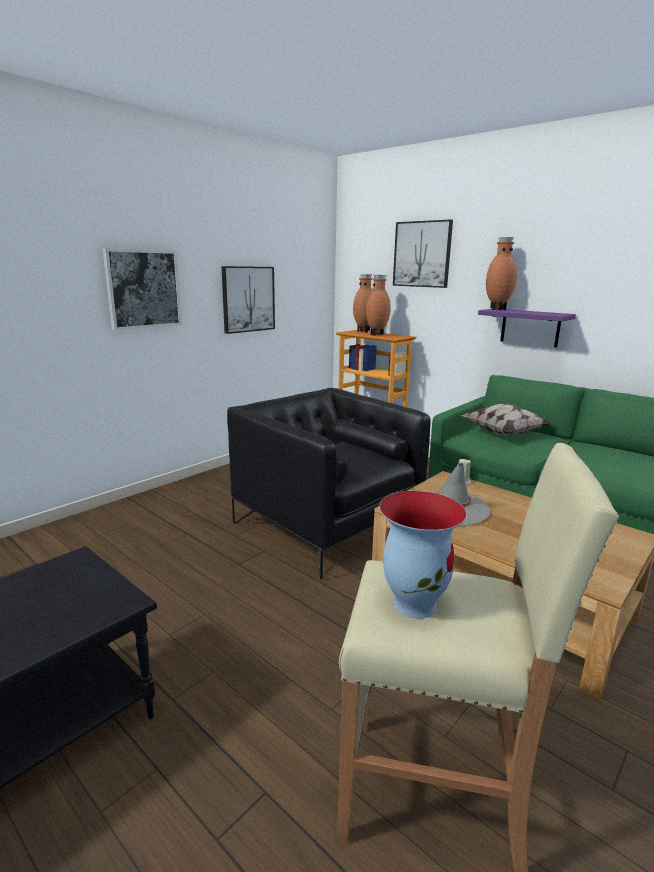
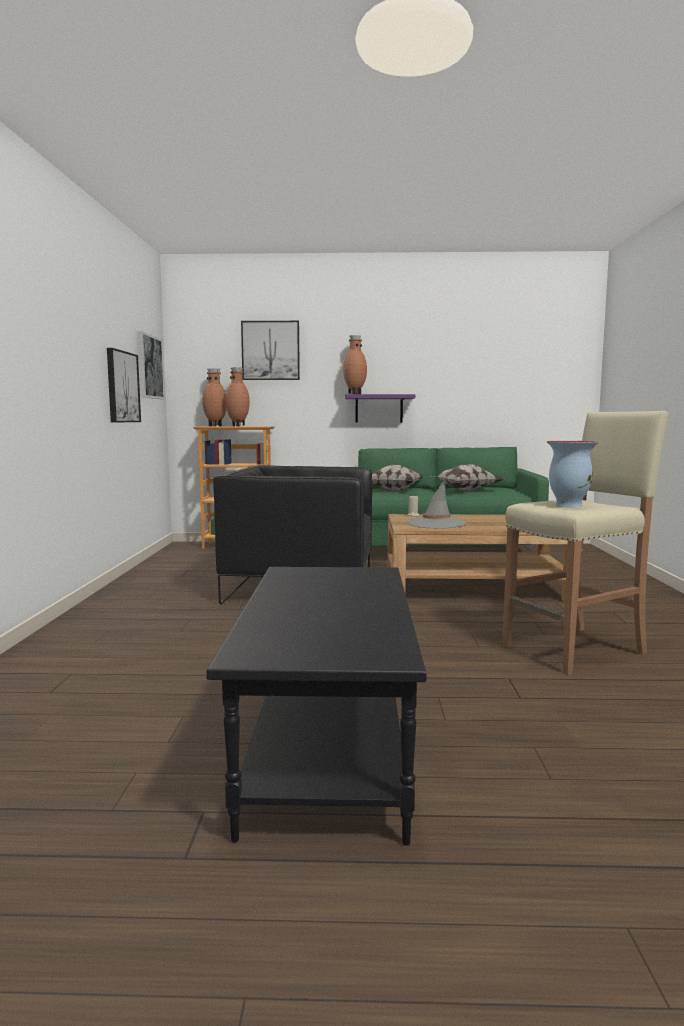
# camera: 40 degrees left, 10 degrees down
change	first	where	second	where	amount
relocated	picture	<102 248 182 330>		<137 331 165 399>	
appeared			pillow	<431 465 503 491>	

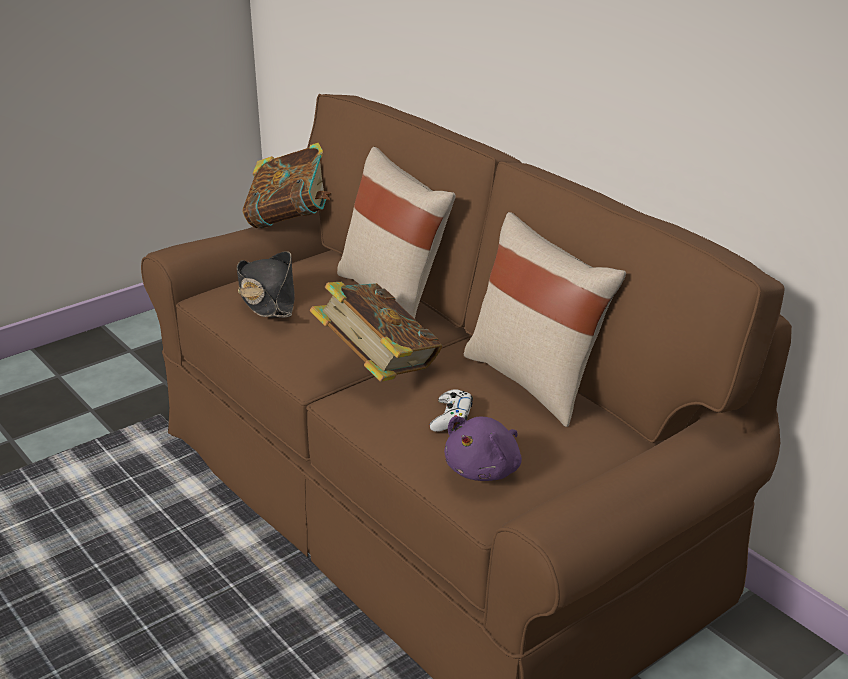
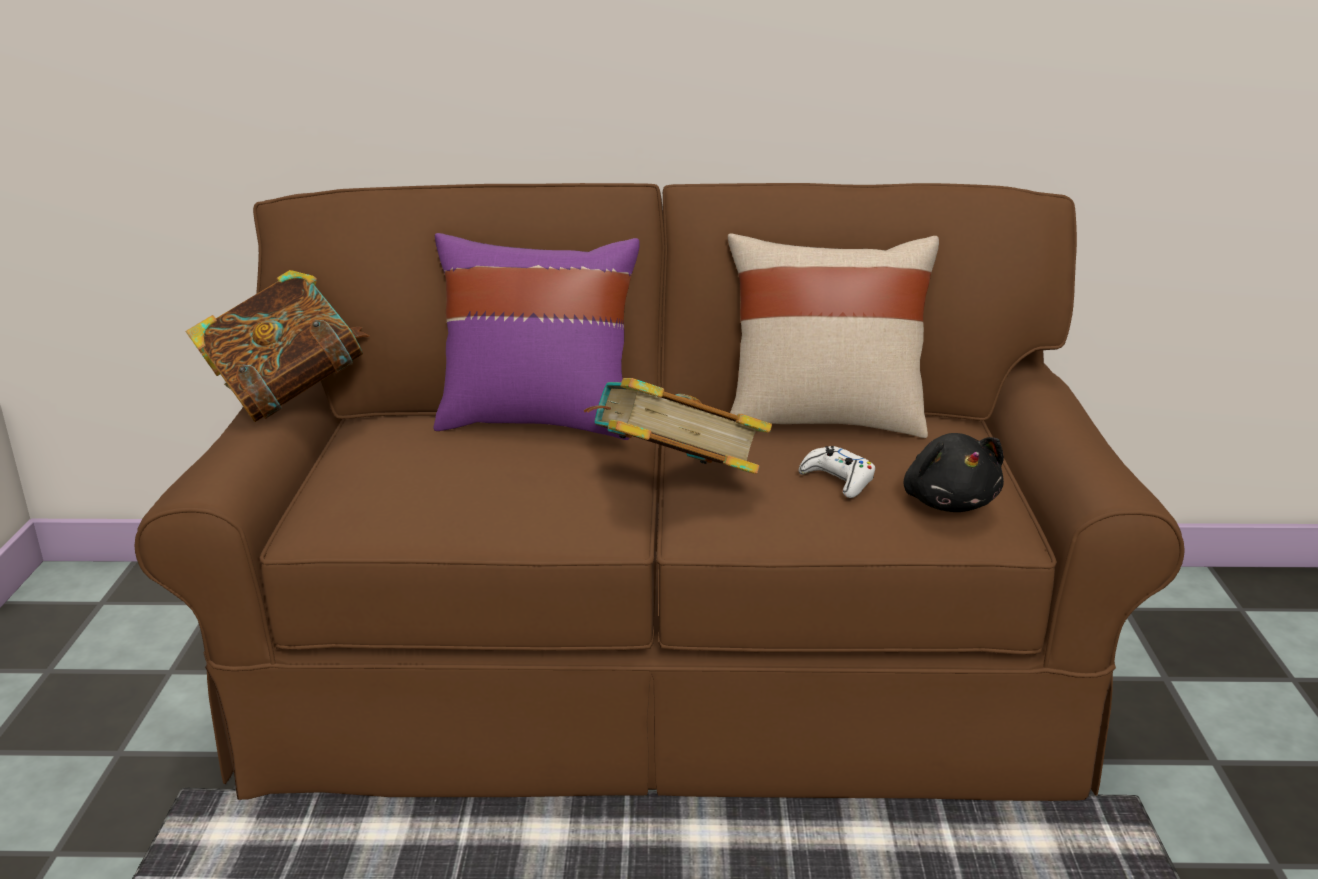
# camera: 50 degrees left, 5 degrees down
change	first	where	second	where	amount
missing	black hat	<237 251 295 318>			
colour	beige pillow	<337 147 456 319>	purple pillow	<433 233 640 440>	
colour	purple plush toy	<444 416 522 481>	black plush toy	<904 433 1004 512>	

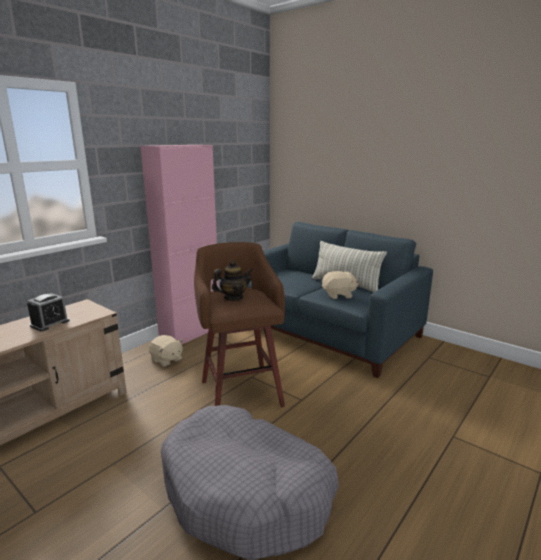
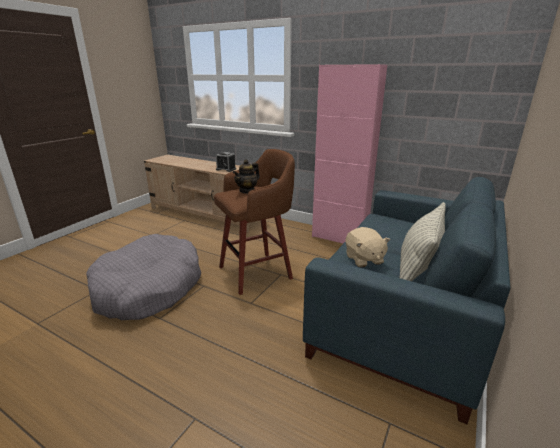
# camera: 80 degrees right, 5 degrees up
change	first	where	second	where	amount
missing	beige plush toy	<149 335 183 367>			
spun	teapot	<212 260 253 301>		<233 159 260 194>	75 degrees clockwise

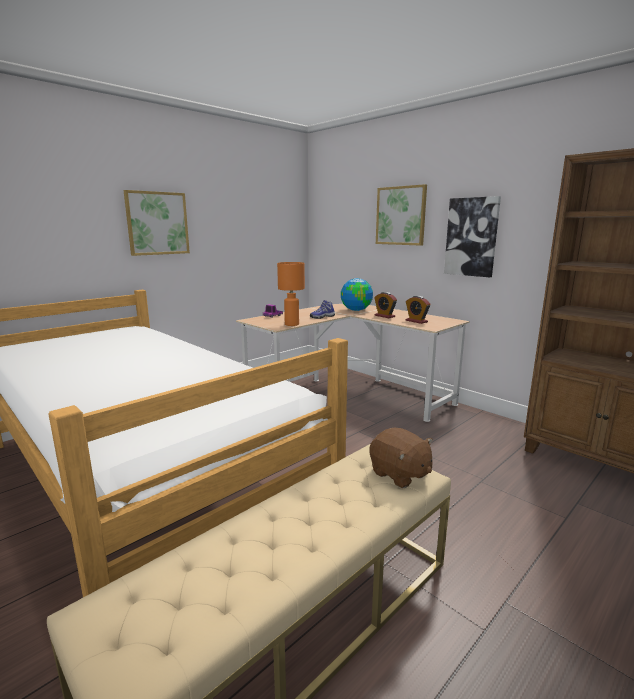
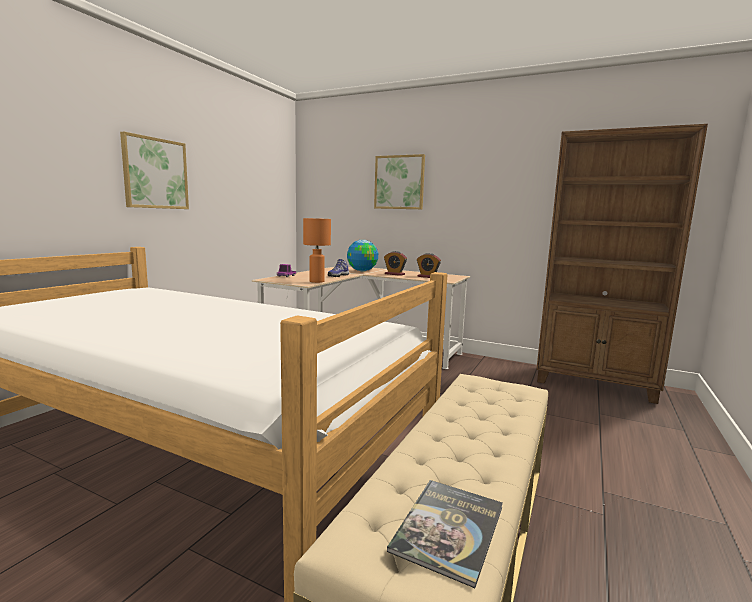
# camera: 20 degrees left, 5 degrees down
change	first	where	second	where	amount
missing	brown plush toy	<369 428 433 488>			
missing	picture	<444 196 501 277>			
appeared			book	<387 480 503 588>	

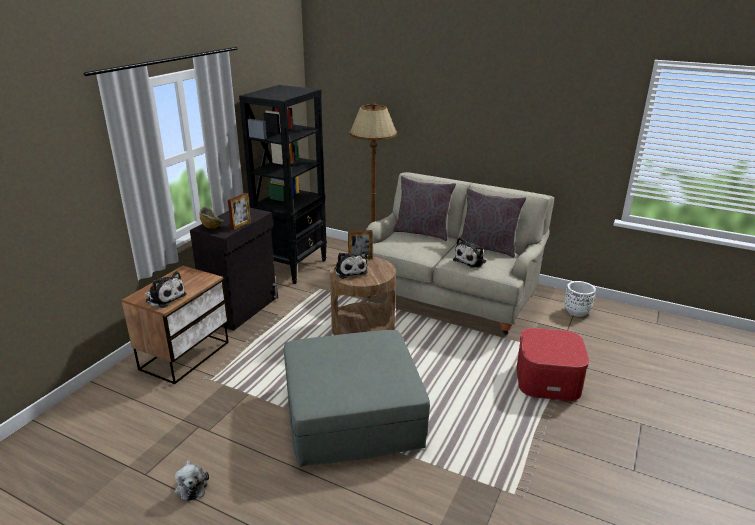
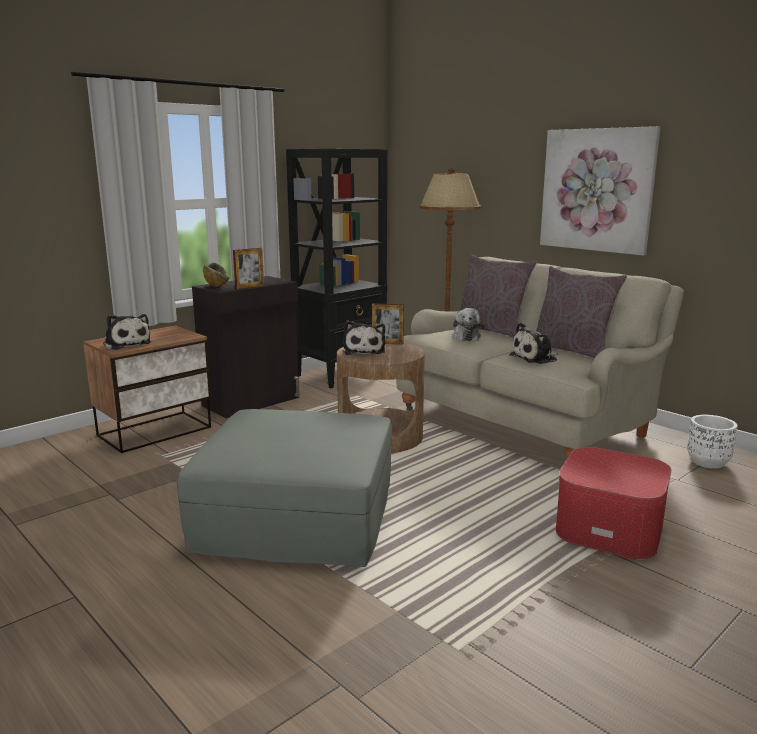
# camera: 20 degrees right, 10 degrees down
change	first	where	second	where	amount
relocated	plush toy	<175 460 209 501>		<452 308 484 341>	
appeared			picture	<540 126 661 256>	

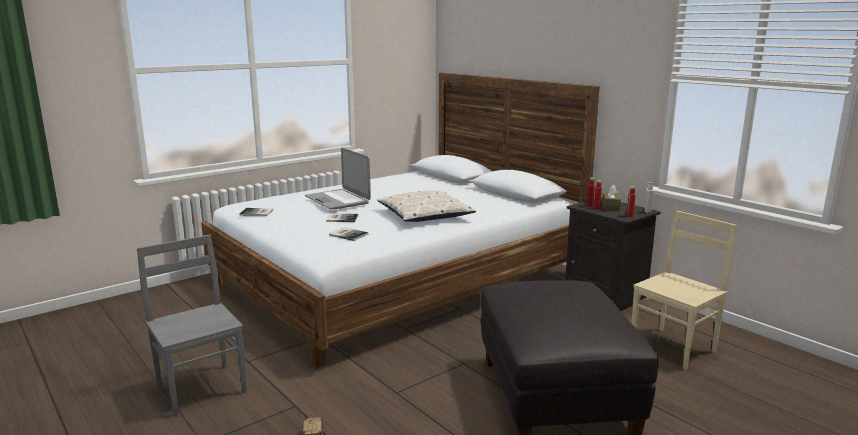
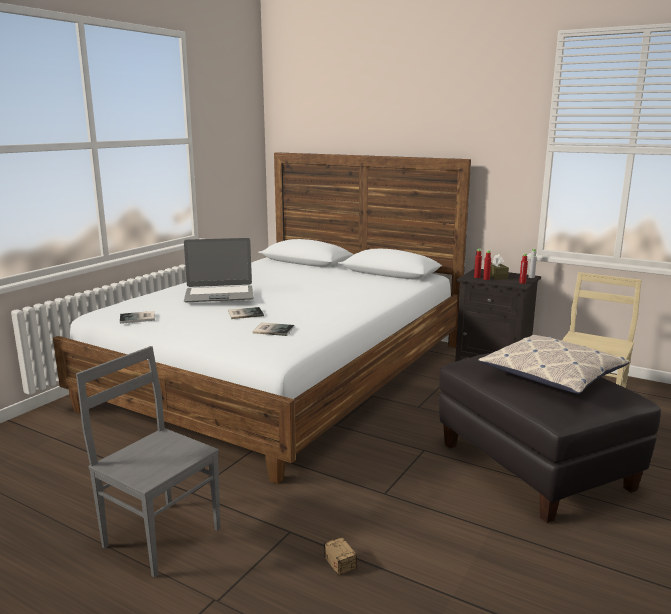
# camera: 20 degrees left, 0 degrees up
change	first	where	second	where	amount
spun	laptop	<305 148 371 209>		<184 238 254 302>	45 degrees counterclockwise
relocated	pillow	<377 191 476 222>		<478 335 630 394>	

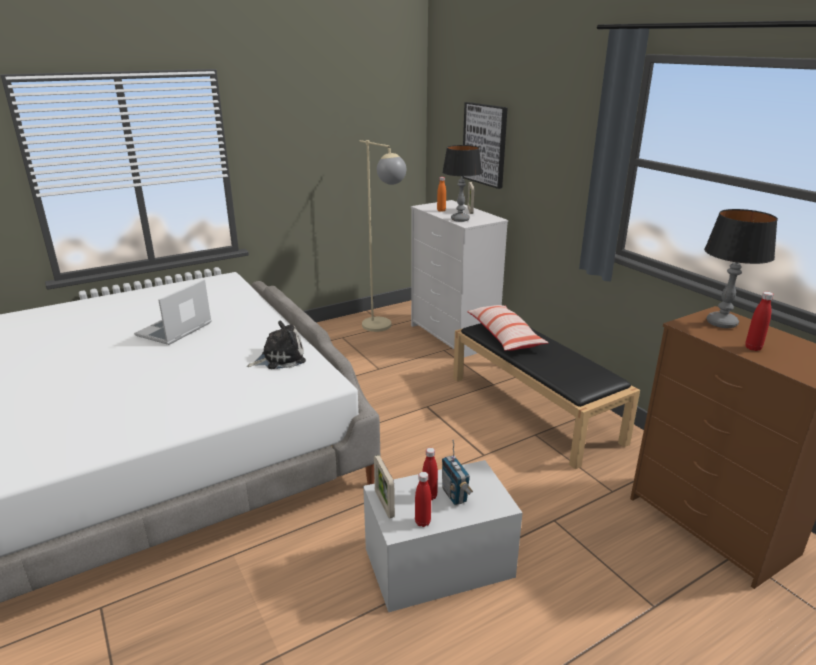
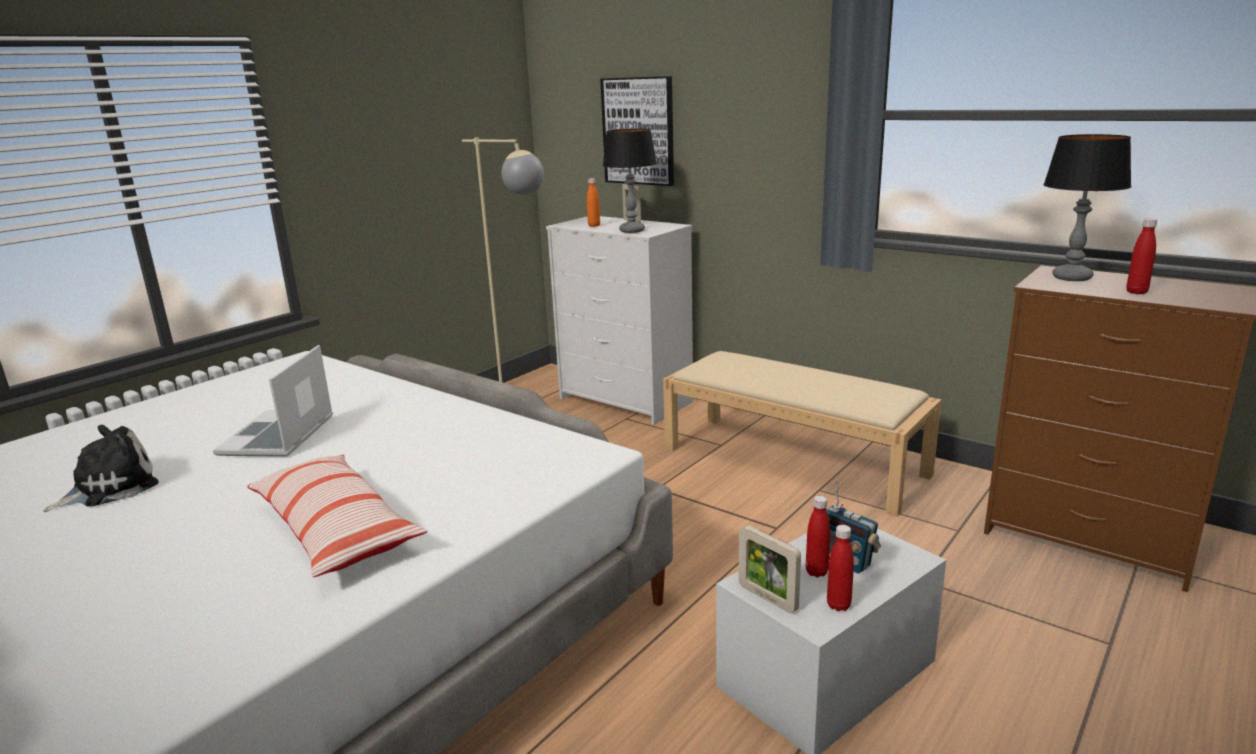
# camera: 20 degrees left, 5 degrees down
change	first	where	second	where	amount
relocated	plush toy	<247 321 306 369>		<43 425 159 512>	
colour	black bench	<453 323 640 469>	beige bench	<663 351 941 517>	
relocated	pillow	<467 305 548 351>		<247 455 428 577>	

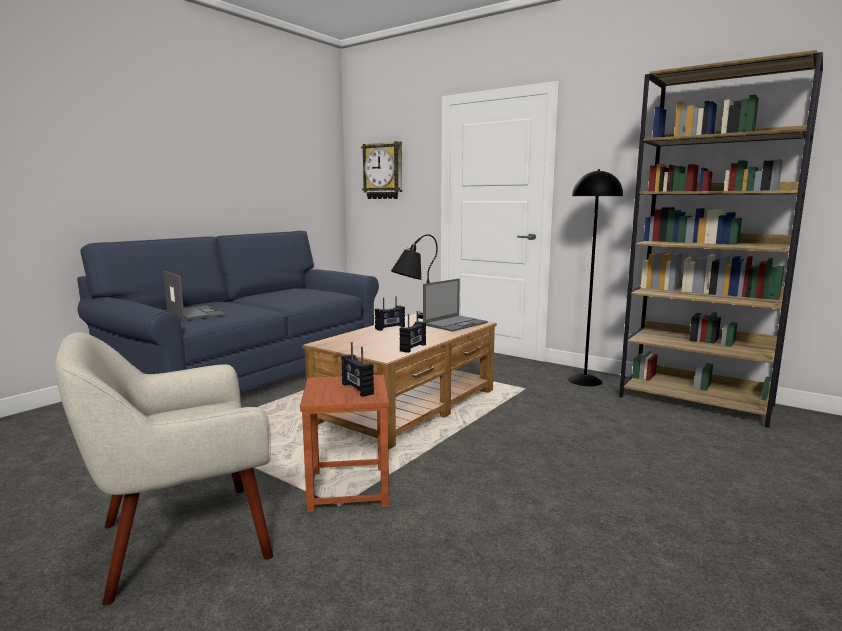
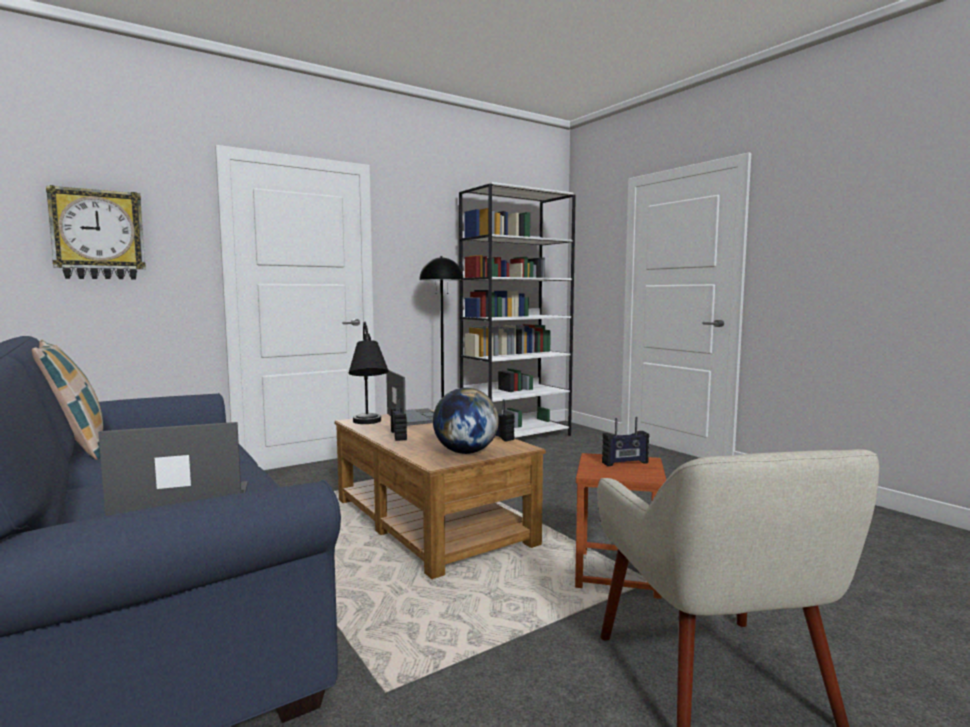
# camera: 70 degrees left, 5 degrees down
change	first	where	second	where	amount
colour	brown bookcase	<619 50 823 428>	white bookcase	<459 182 576 438>	
appeared			pillow	<32 340 103 460>	
appeared			globe	<433 388 499 454>	

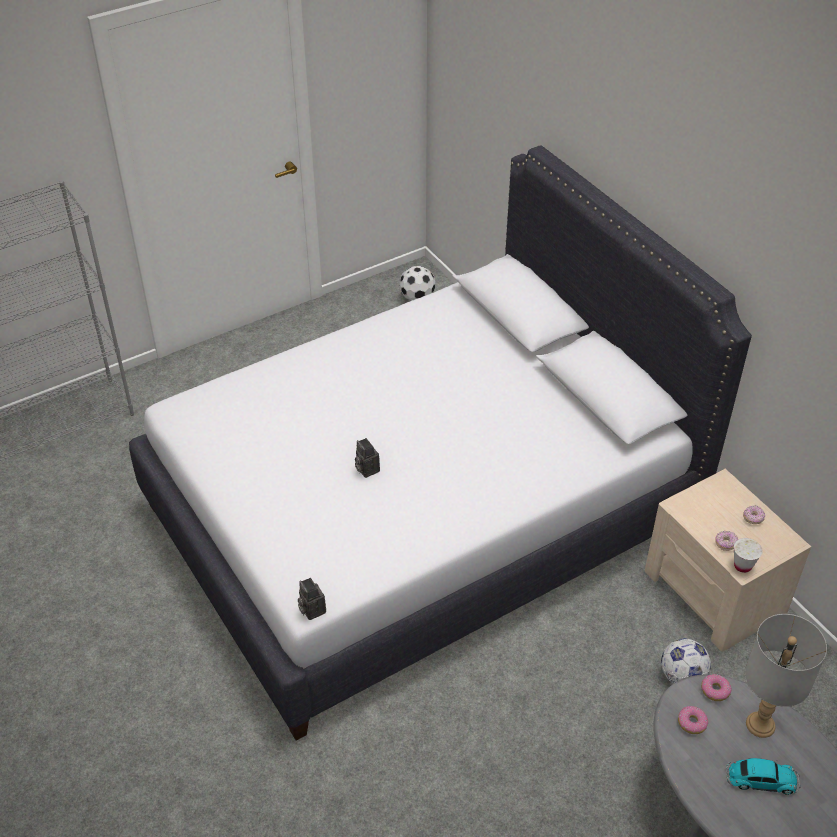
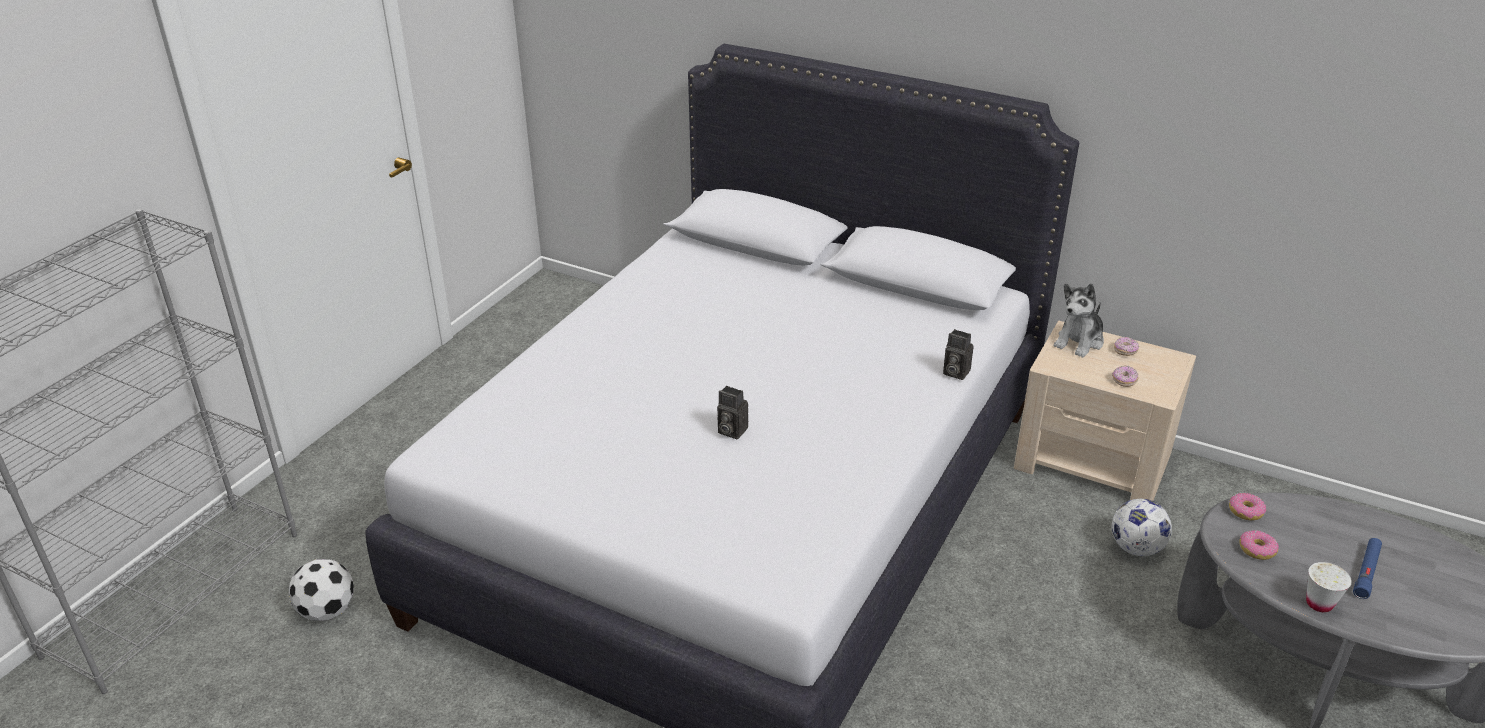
# camera: 30 degrees left, 10 degrees down
change	first	where	second	where	amount
relocated	photo camera	<298 578 326 620>		<943 329 974 380>	
relocated	football	<399 266 435 301>		<289 559 354 621>	
exchanged	toy car	<726 758 801 795>	blue flashlight	<1353 538 1382 599>	
relocated	white cup	<734 538 763 573>		<1306 562 1352 612>	
missing	grey table lamp	<745 614 827 738>			
appeared			plush toy	<1054 283 1104 358>	

